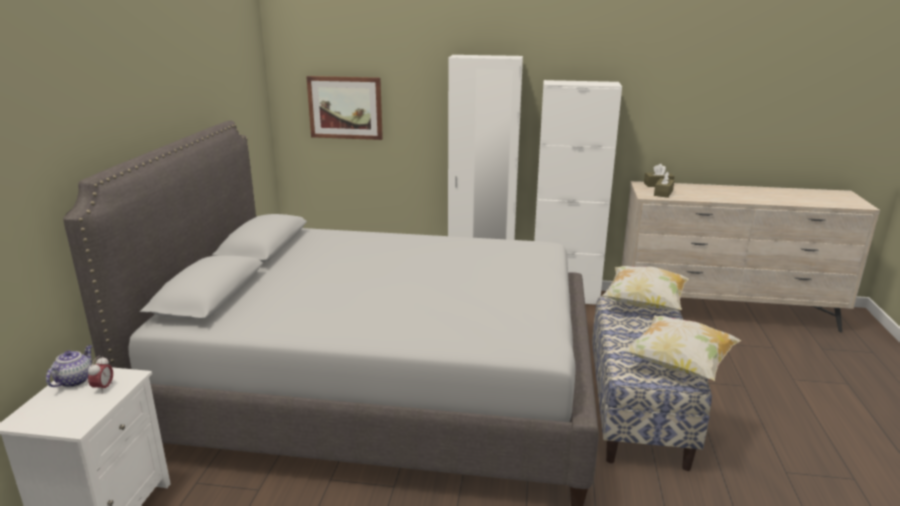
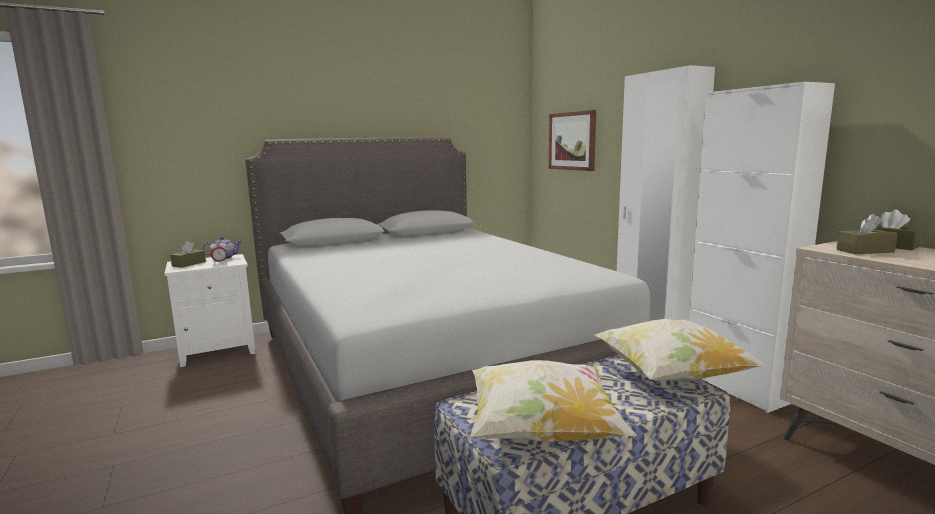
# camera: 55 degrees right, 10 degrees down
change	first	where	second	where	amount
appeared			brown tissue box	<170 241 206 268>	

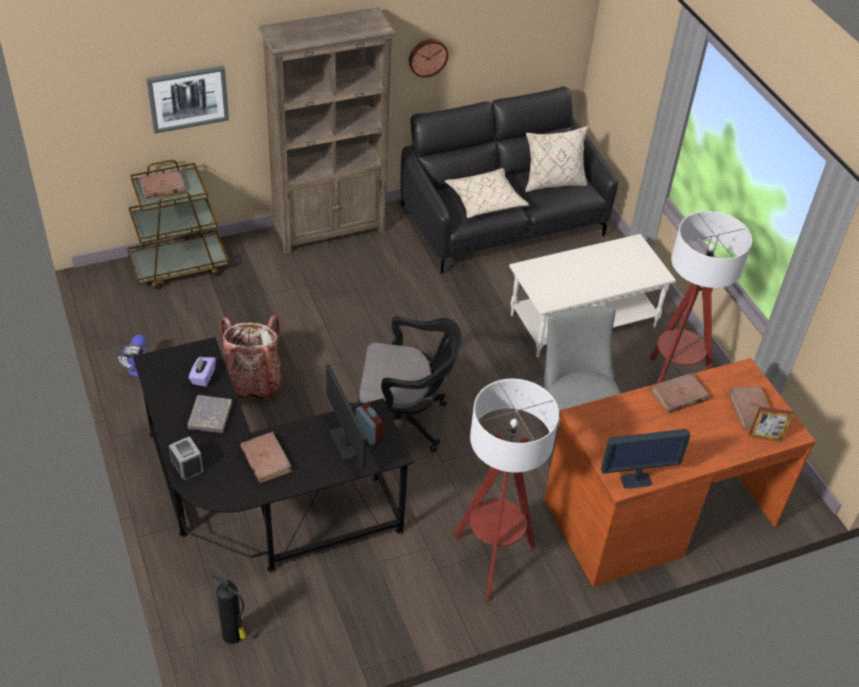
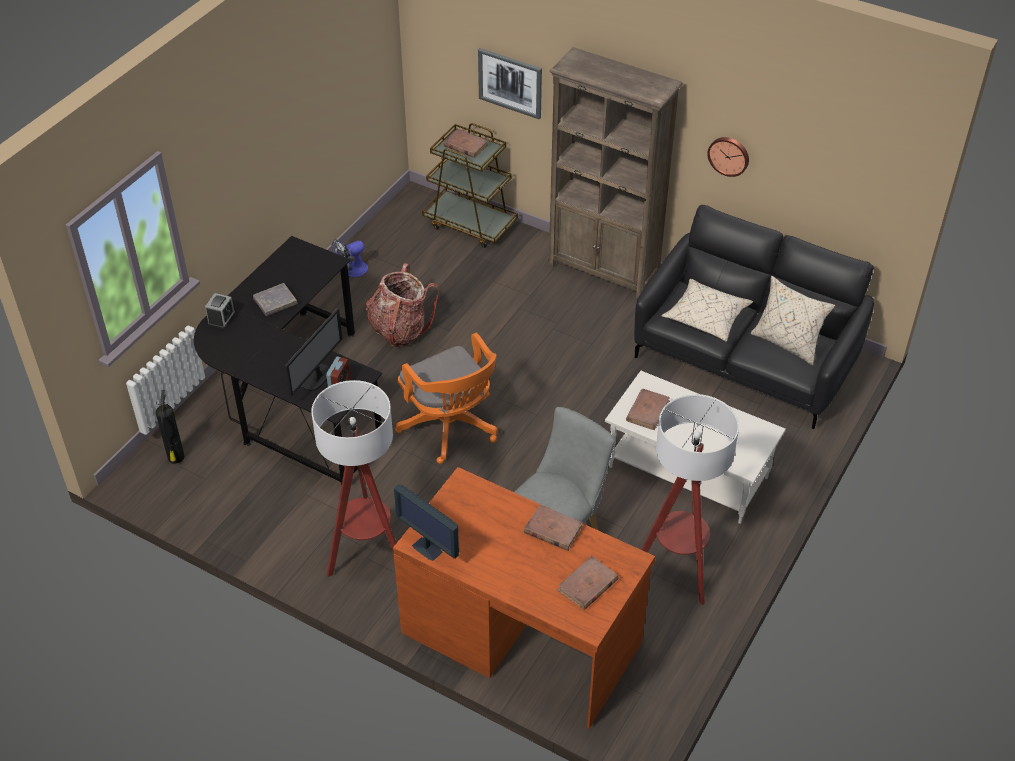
# camera: 55 degrees right, 0 degrees up
change	first	where	second	where	amount
missing	purple tissue box	<189 357 216 387>			
relocated	brown book	<240 432 292 483>		<626 388 670 430>	
colour	black office chair	<349 316 462 453>	orange office chair	<395 333 498 464>	
missing	picture frame	<749 407 793 441>			

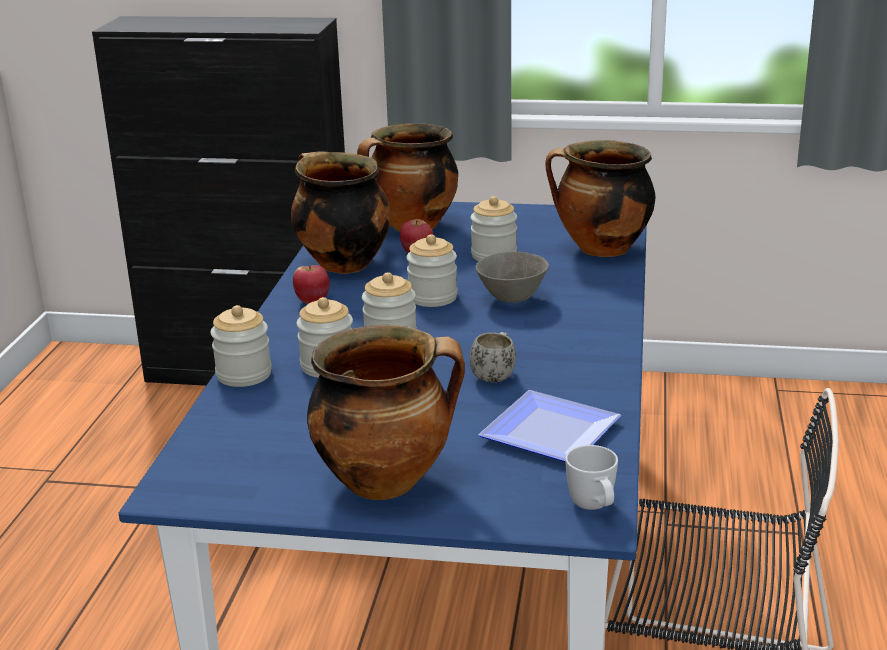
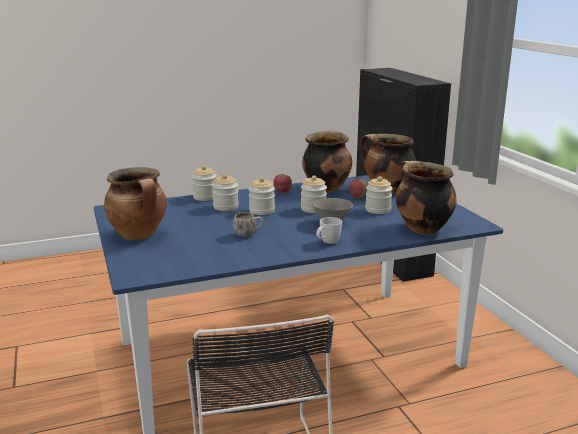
# camera: 60 degrees right, 5 degrees down
change	first	where	second	where	amount
missing	plate	<478 390 621 462>			
relocated	white mug	<565 445 618 510>		<316 217 342 244>	

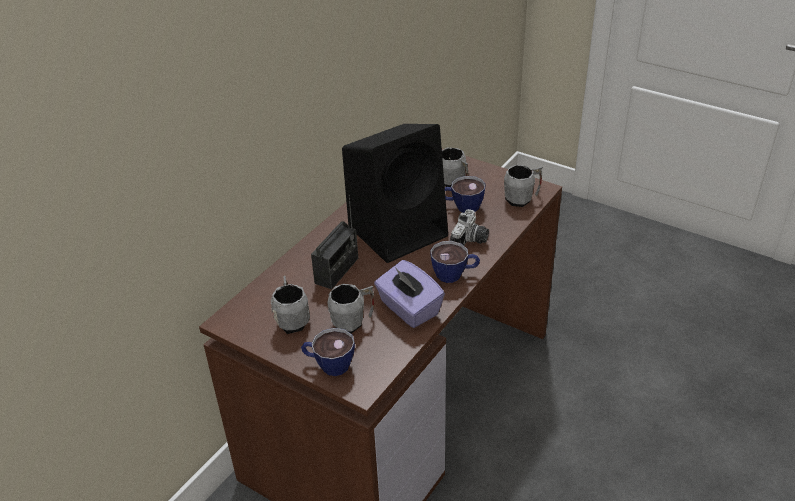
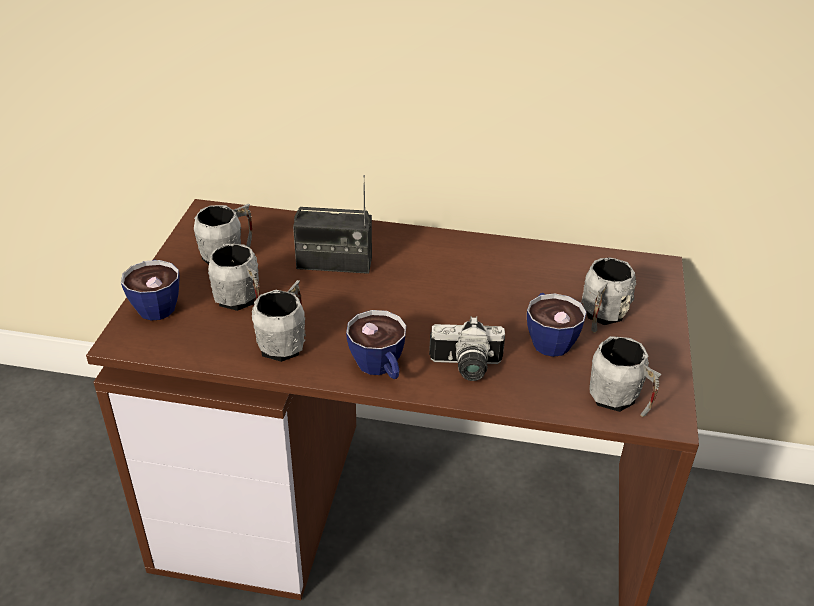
# camera: 65 degrees right, 0 degrees up
change	first	where	second	where	amount
missing	black speaker	<342 124 448 263>			
exchanged	purple tissue box	<374 260 445 328>	grey mug	<252 280 306 362>	

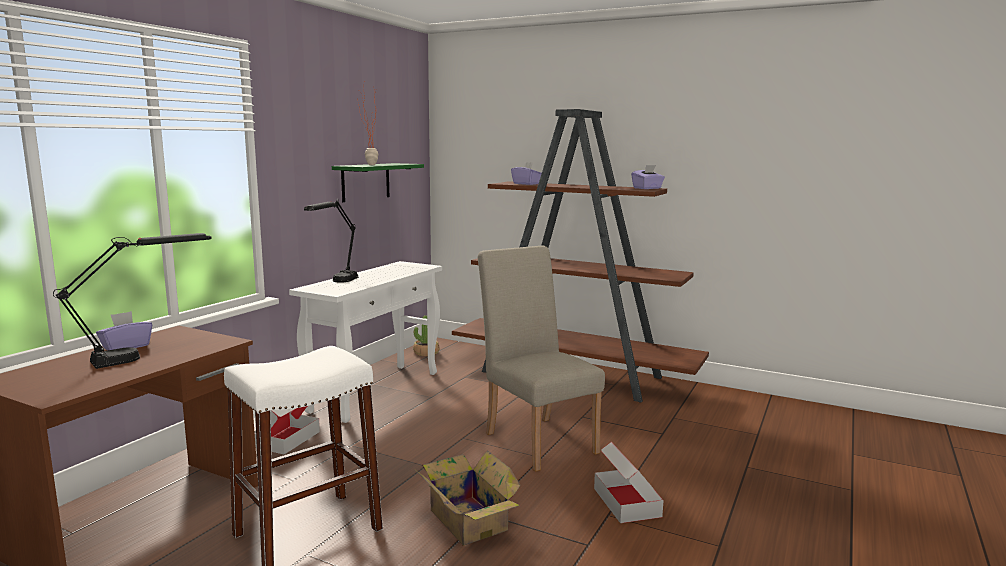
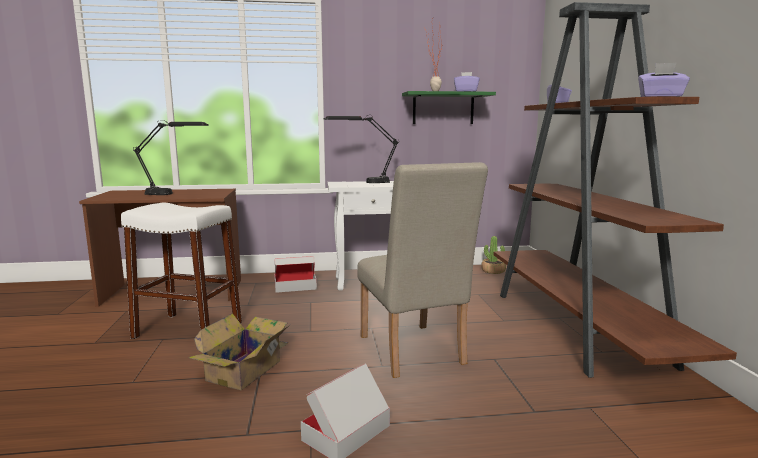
# camera: 55 degrees right, 0 degrees up
change	first	where	second	where	amount
relocated	purple tissue box	<96 311 152 350>		<454 72 480 92>	
spun	beige chair	<478 246 605 472>		<357 162 488 378>	135 degrees clockwise

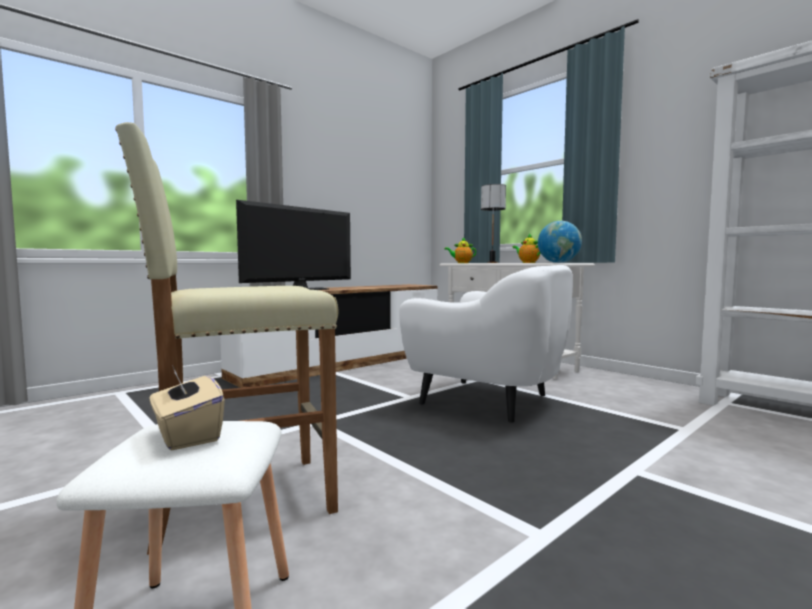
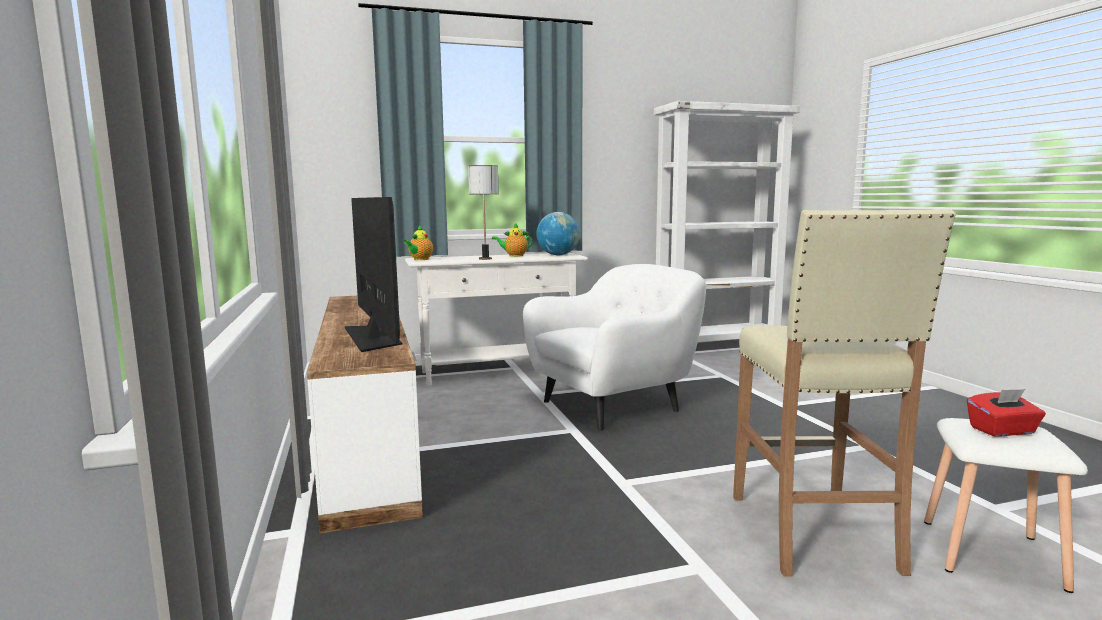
# camera: 65 degrees left, 5 degrees up
change	first	where	second	where	amount
colour	beige tissue box	<149 365 225 450>	red tissue box	<967 389 1046 437>	

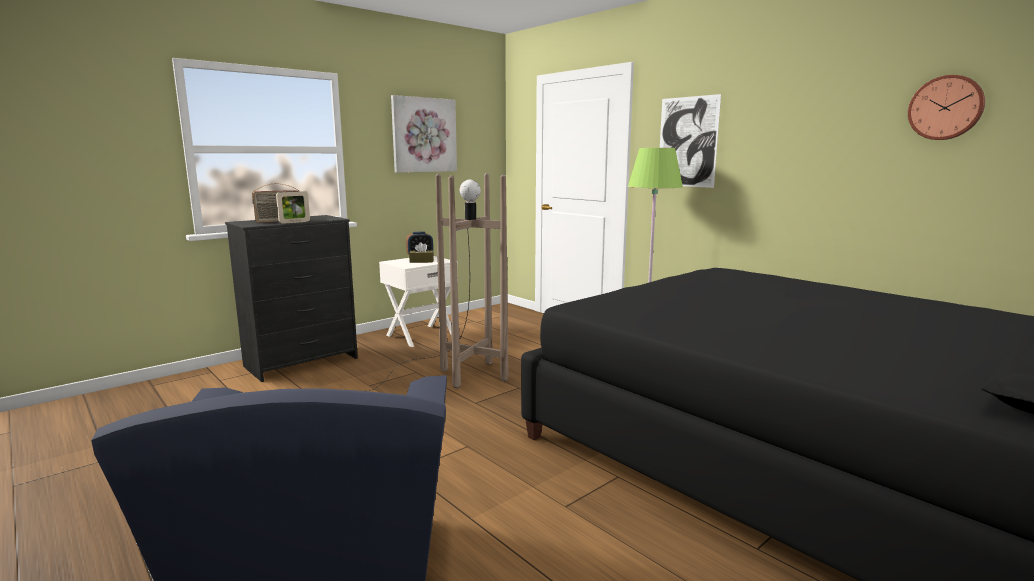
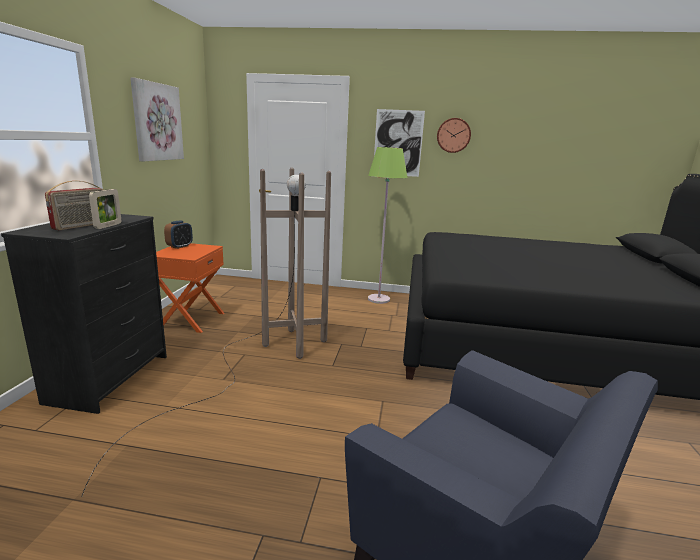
# camera: 40 degrees left, 5 degrees up
change	first	where	second	where	amount
colour	white nightstand	<379 256 458 347>	orange nightstand	<156 243 224 333>	
missing	brown tissue box	<409 242 434 263>			
relocated	wall clock	<908 75 985 140>		<437 118 471 153>	

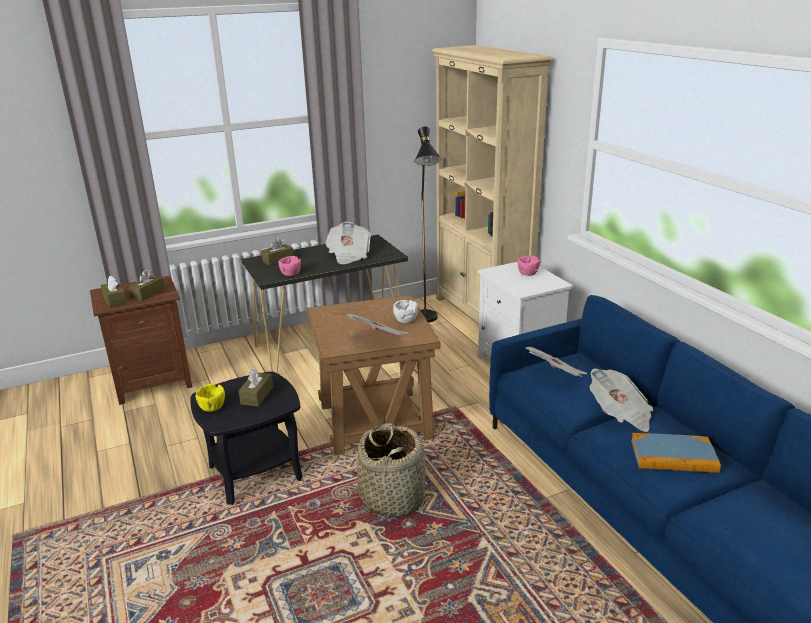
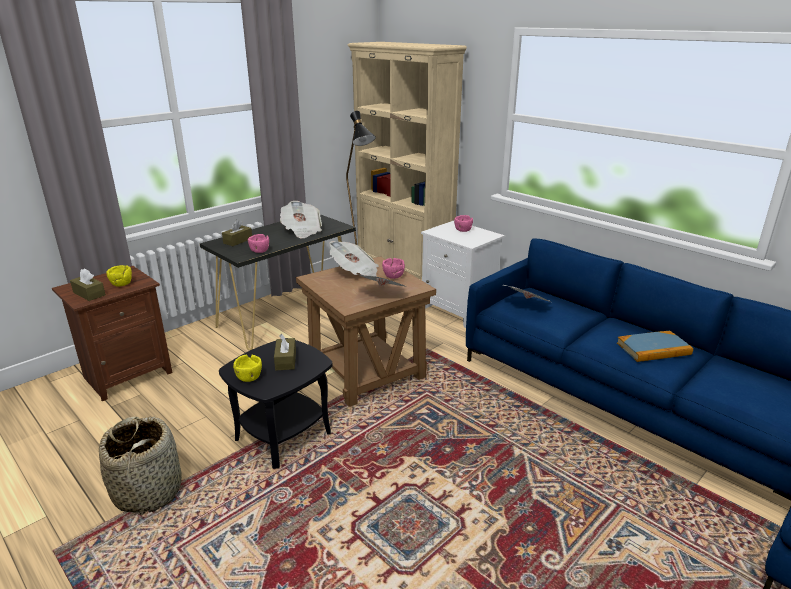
# camera: 20 degrees left, 0 degrees up
change	first	where	second	where	amount
exchanged	brown tissue box	<128 270 165 301>	yellow bowl	<106 265 132 287>	
relocated	basket	<357 423 426 519>		<99 417 182 515>	
colour	white bowl	<393 300 418 323>	pink bowl	<382 258 405 279>	
relocated	newspaper	<590 368 653 432>		<329 241 379 277>	

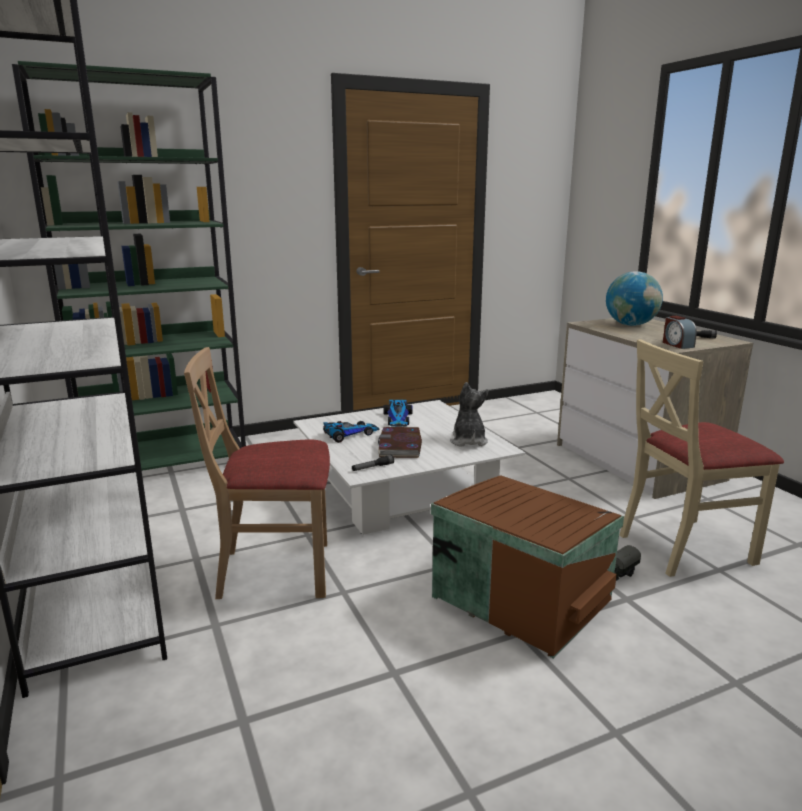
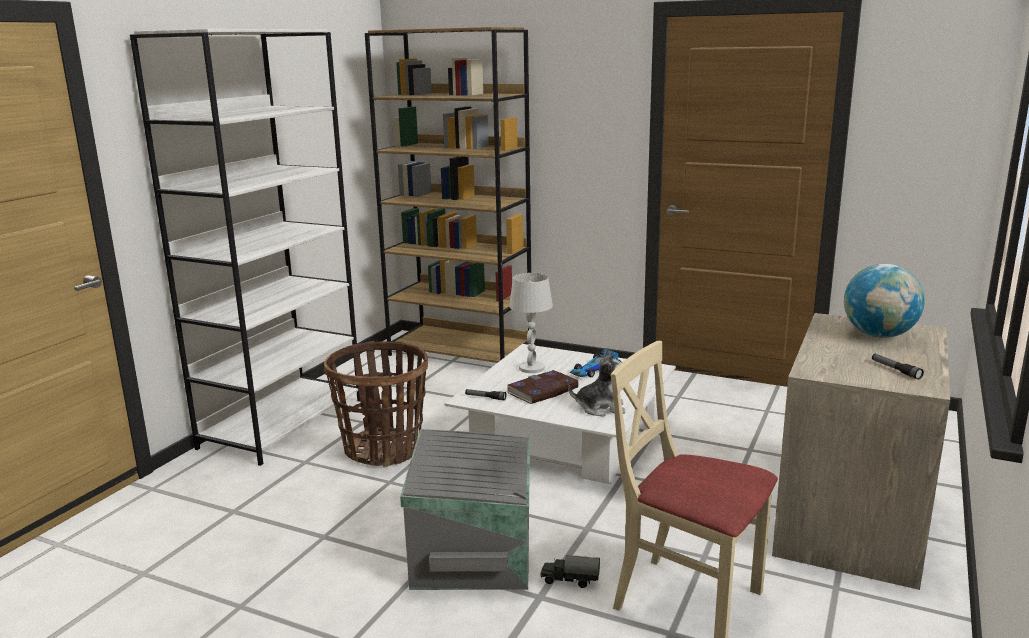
# camera: 50 degrees right, 0 degrees up
change	first	where	second	where	amount
colour	green bookcase	<12 61 246 471>	brown bookcase	<365 27 531 363>	
exchanged	beige chair	<184 347 330 599>	basket	<324 341 428 467>	
exchanged	toy car	<323 421 380 443>	white table lamp	<509 273 553 373>	
colour	brown storage box	<431 475 624 659>	grey storage box	<400 429 530 590>	
spun	plush toy	<450 382 489 447>		<568 347 625 417>	45 degrees clockwise
missing	alarm clock	<663 316 697 349>			

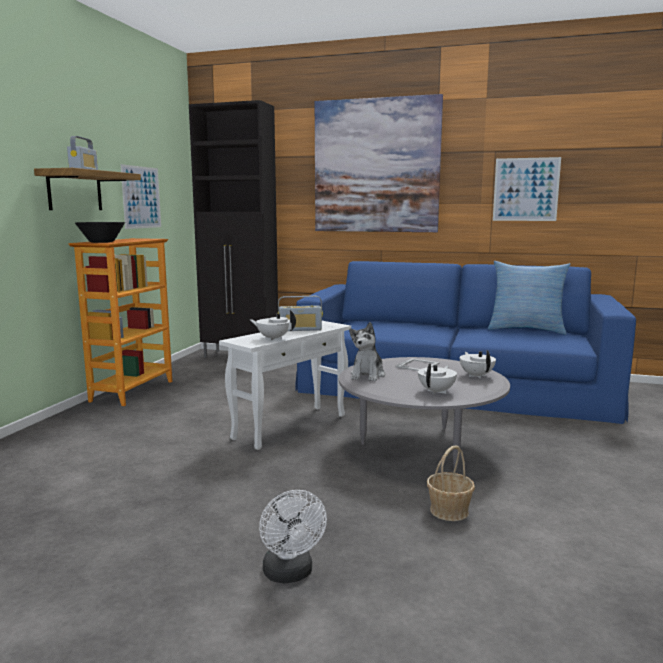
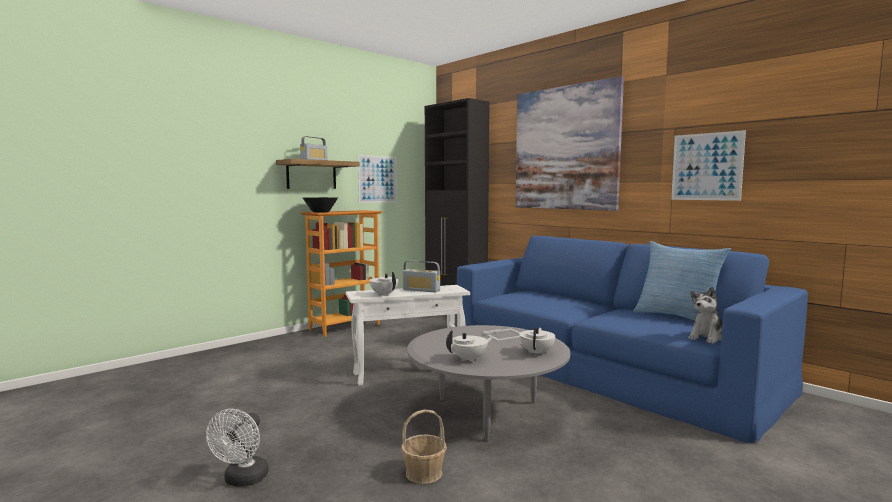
# camera: 30 degrees right, 5 degrees down
change	first	where	second	where	amount
relocated	plush toy	<349 322 385 381>		<688 287 722 344>	

